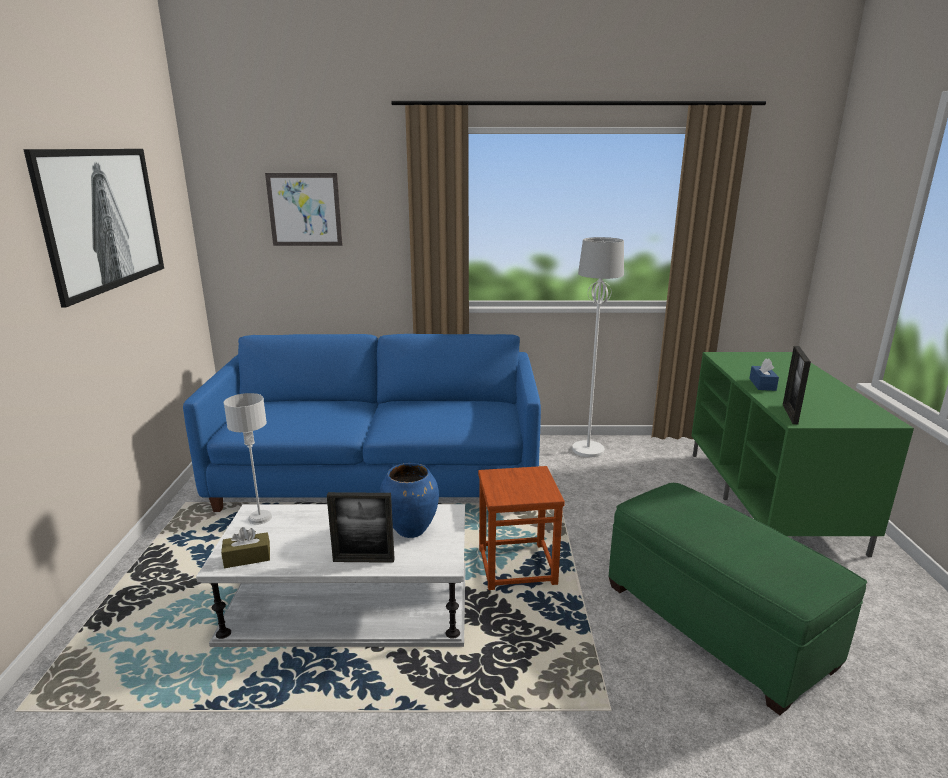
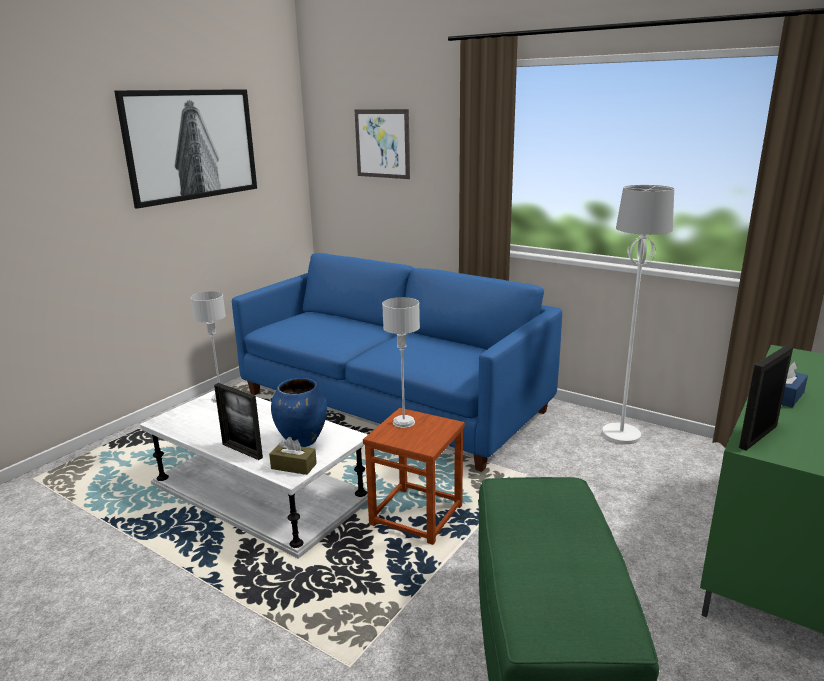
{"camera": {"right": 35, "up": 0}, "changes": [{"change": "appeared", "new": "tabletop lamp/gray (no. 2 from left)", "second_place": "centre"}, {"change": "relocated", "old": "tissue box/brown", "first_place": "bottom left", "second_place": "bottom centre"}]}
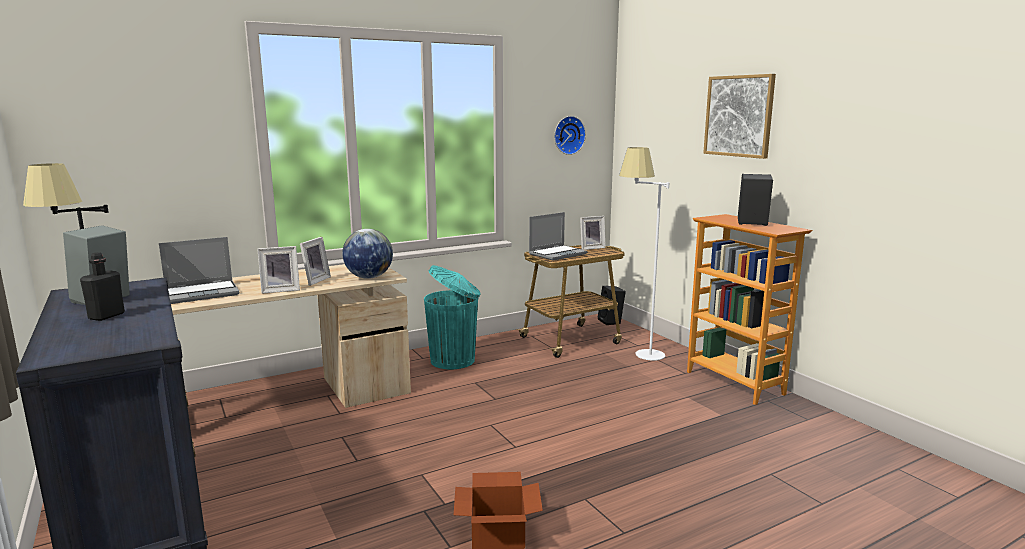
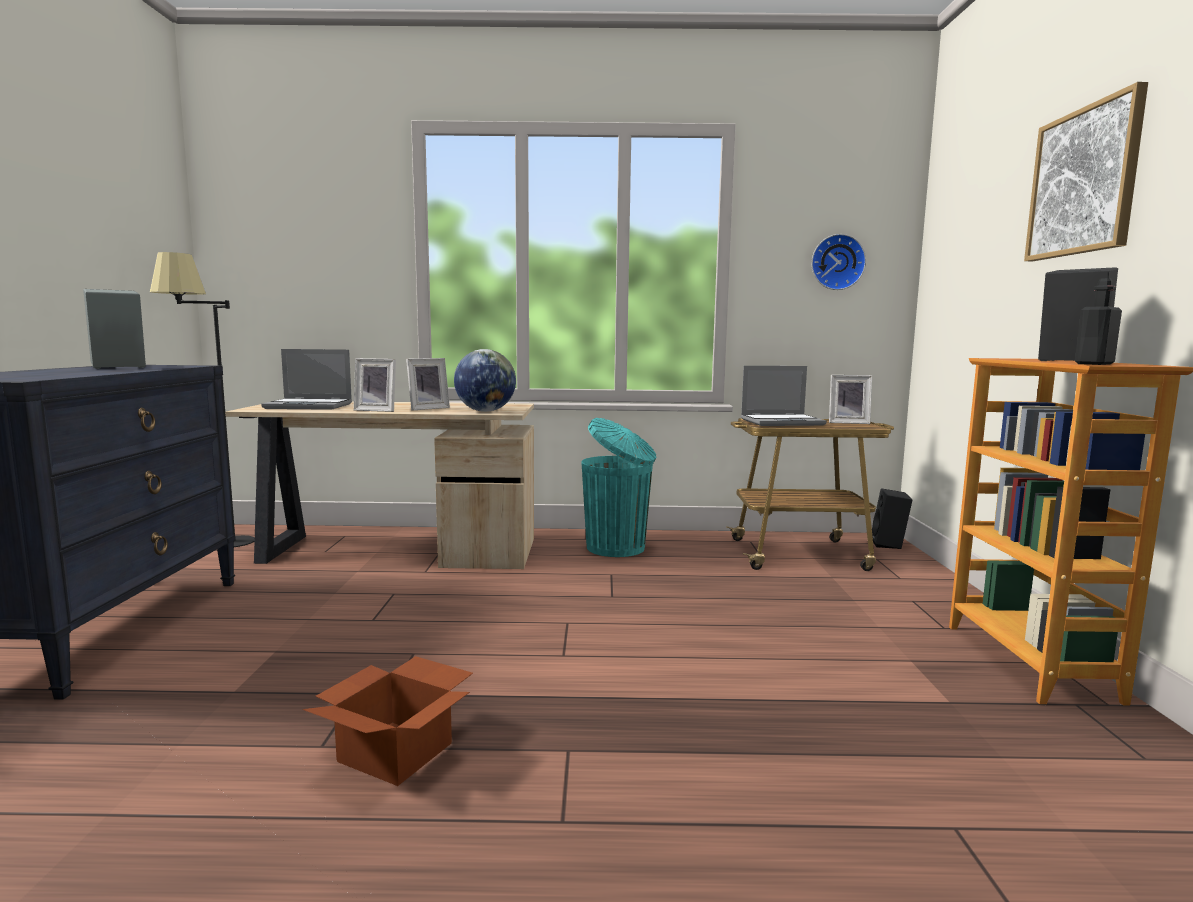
{"camera": {"right": 30, "up": -5}, "changes": [{"change": "missing", "old": "floor lamp/whitish", "first_place": "centre"}, {"change": "relocated", "old": "beverage bottle/black-coloured", "first_place": "middle left", "second_place": "middle right"}]}
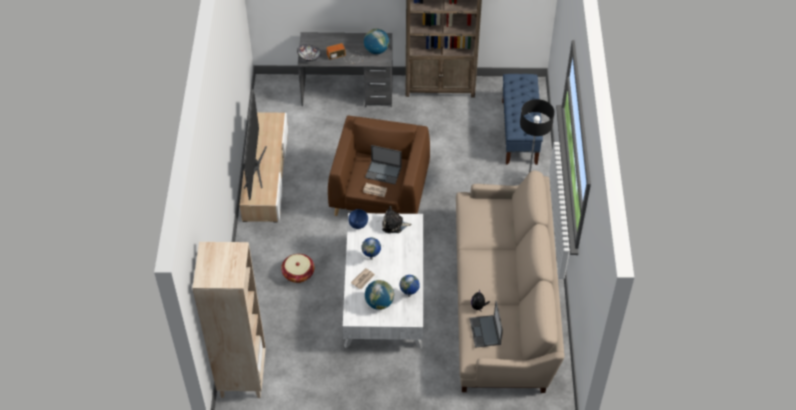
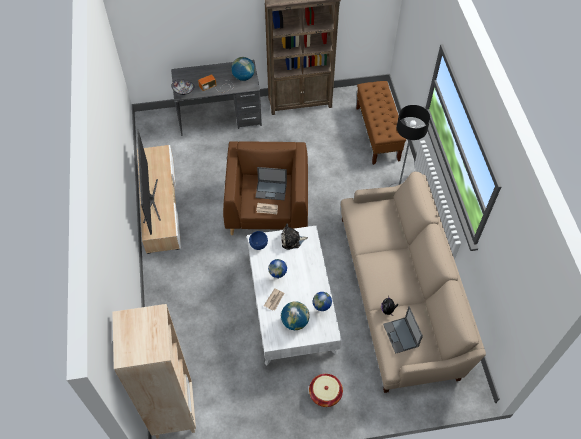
{"camera": {"right": -10, "up": 5}, "changes": [{"change": "relocated", "old": "basket", "first_place": "centre", "second_place": "bottom centre"}, {"change": "colour", "old": "long seat/bluish", "new": "long seat/brown", "first_place": "top centre", "second_place": "top centre"}]}
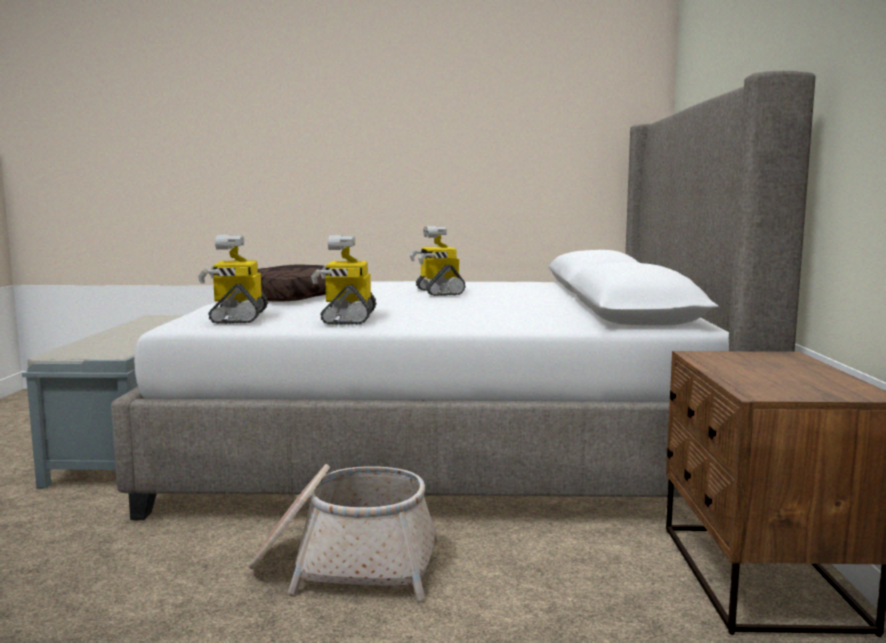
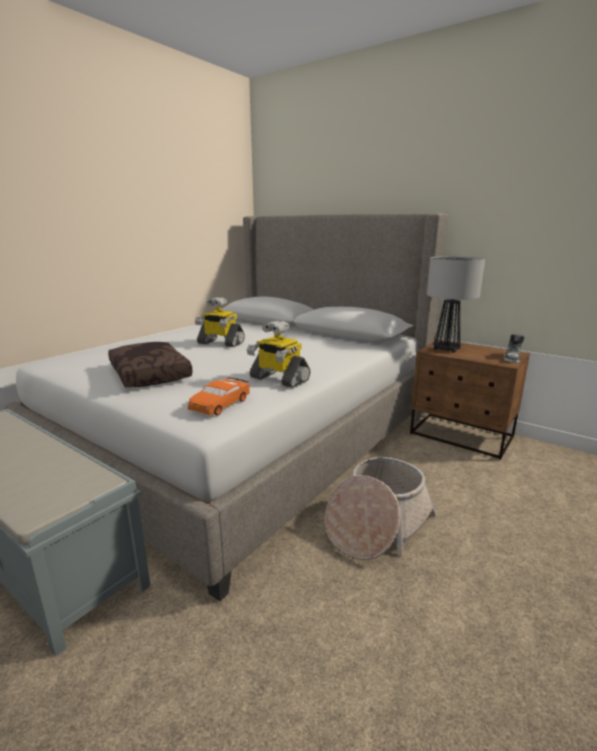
{"camera": {"right": -55, "up": 10}, "changes": [{"change": "appeared", "new": "tabletop lamp", "second_place": "middle right"}, {"change": "appeared", "new": "item of footwear", "second_place": "middle right"}, {"change": "exchanged", "old": "robot figure (no. 1 from left)", "new": "model car/orange-coloured", "first_place": "middle left", "second_place": "centre"}]}
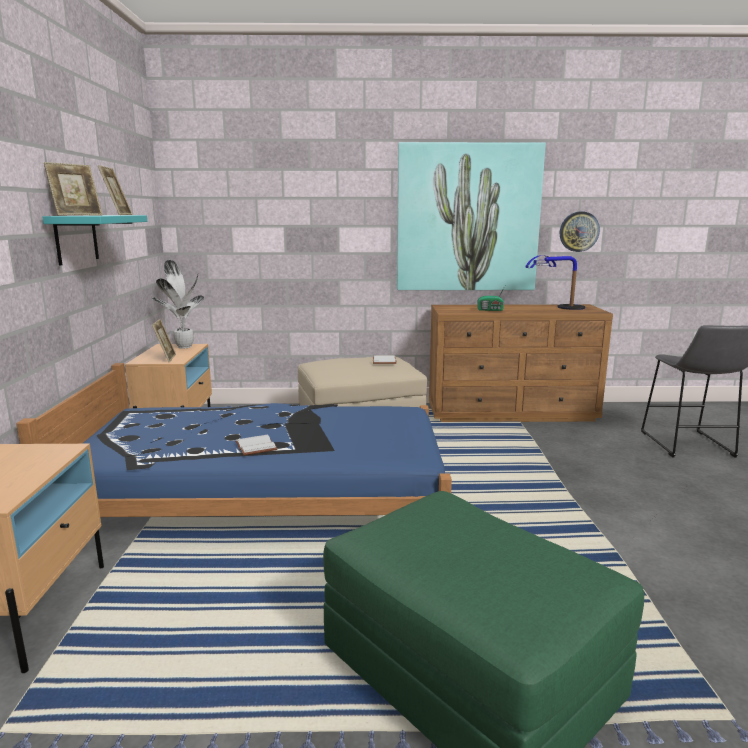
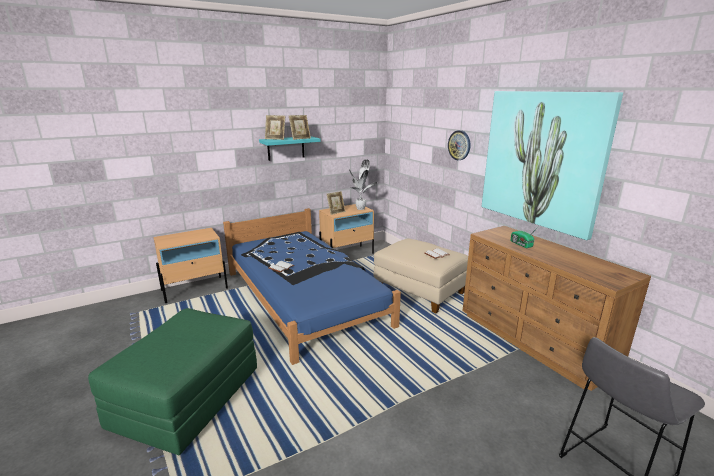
{"camera": {"right": 60, "up": 5}, "changes": [{"change": "missing", "old": "tabletop lamp", "first_place": "middle right"}, {"change": "relocated", "old": "clock on the wall", "first_place": "top right", "second_place": "top centre"}]}
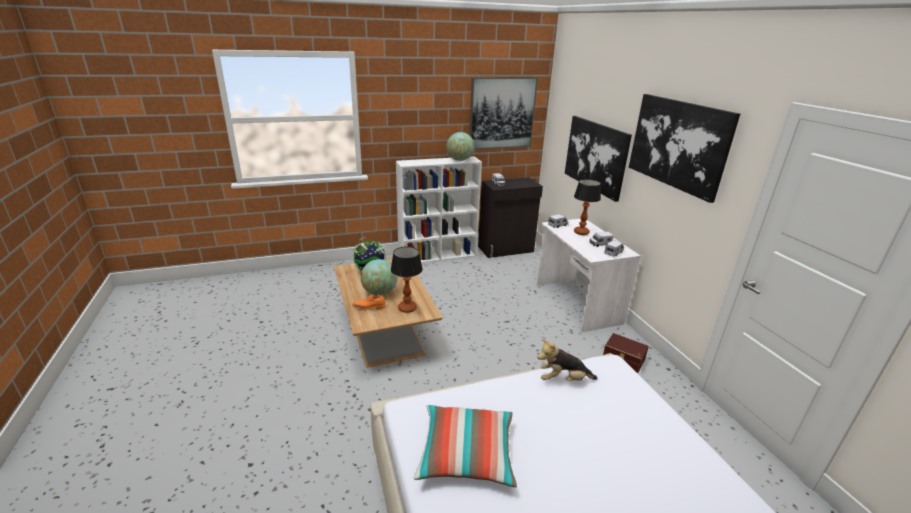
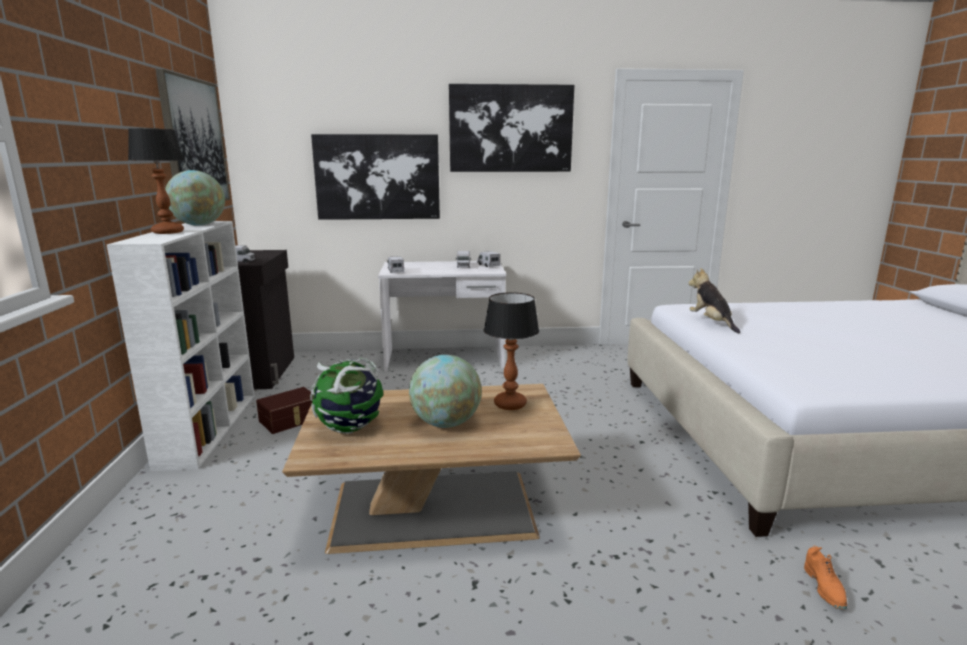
{"camera": {"right": -75, "up": -10}, "changes": [{"change": "missing", "old": "cushion", "first_place": "bottom centre"}, {"change": "relocated", "old": "item of footwear/orange-coloured", "first_place": "centre", "second_place": "bottom right"}, {"change": "relocated", "old": "tabletop lamp (no. 2 from left in the first image)", "new": "tabletop lamp (no. 1 from left)", "first_place": "centre", "second_place": "top left"}, {"change": "relocated", "old": "storage container/brown", "first_place": "bottom right", "second_place": "middle left"}, {"change": "spun", "old": "soft toy", "first_place": "bottom centre", "second_place": "middle right", "degrees": 150}]}
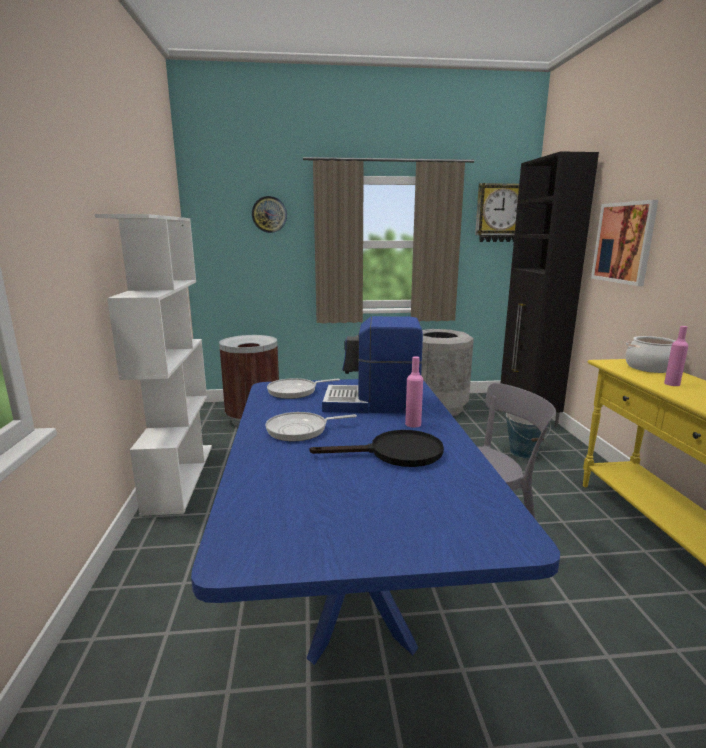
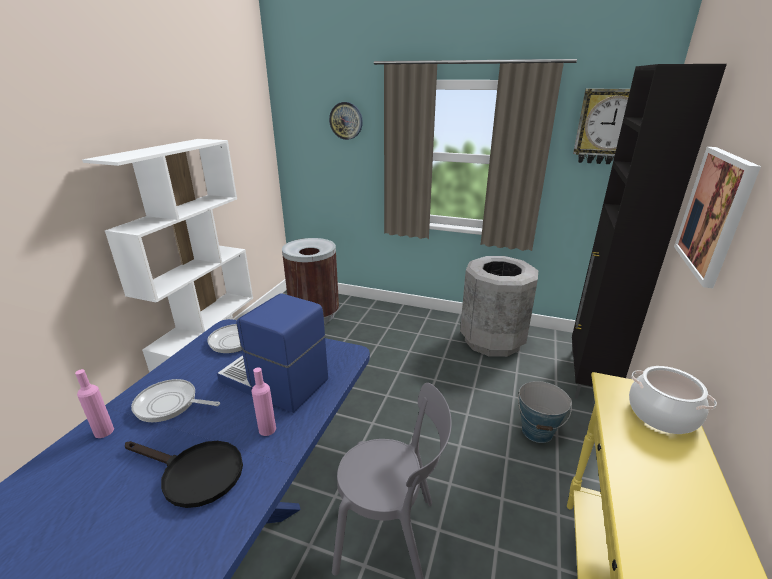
{"camera": {"right": 25, "up": 10}, "changes": [{"change": "relocated", "old": "beverage bottle/pinkish (no. 2 from left in the first image)", "new": "beverage bottle/pinkish (no. 1 from left)", "first_place": "middle right", "second_place": "bottom left"}]}
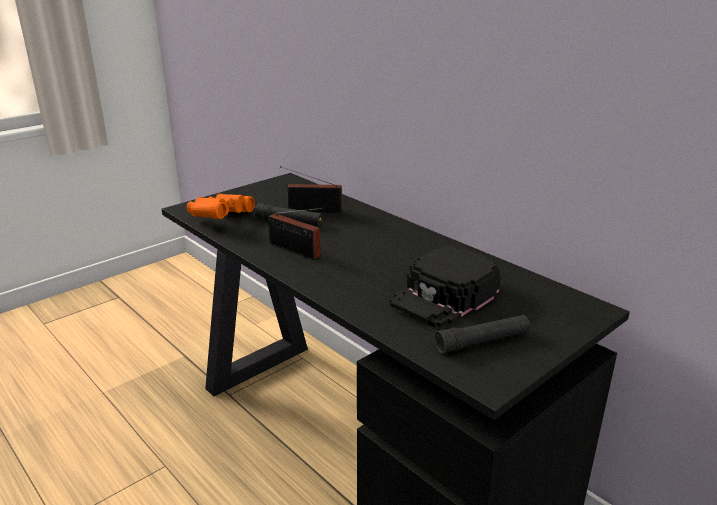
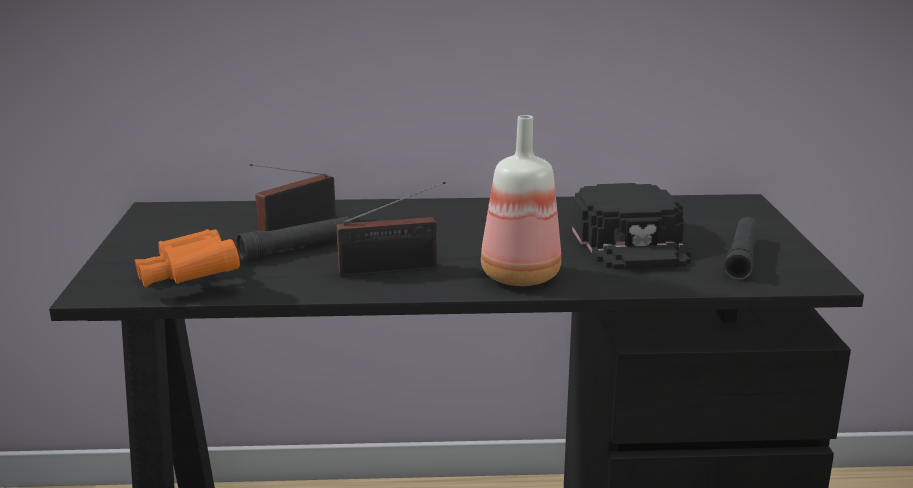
{"camera": {"right": -50, "up": -5}, "changes": [{"change": "appeared", "new": "beverage bottle", "second_place": "centre"}]}
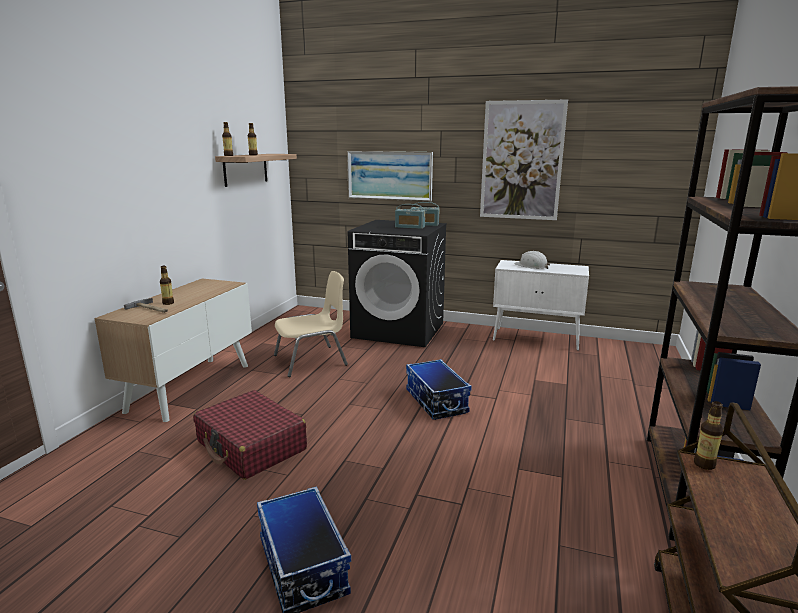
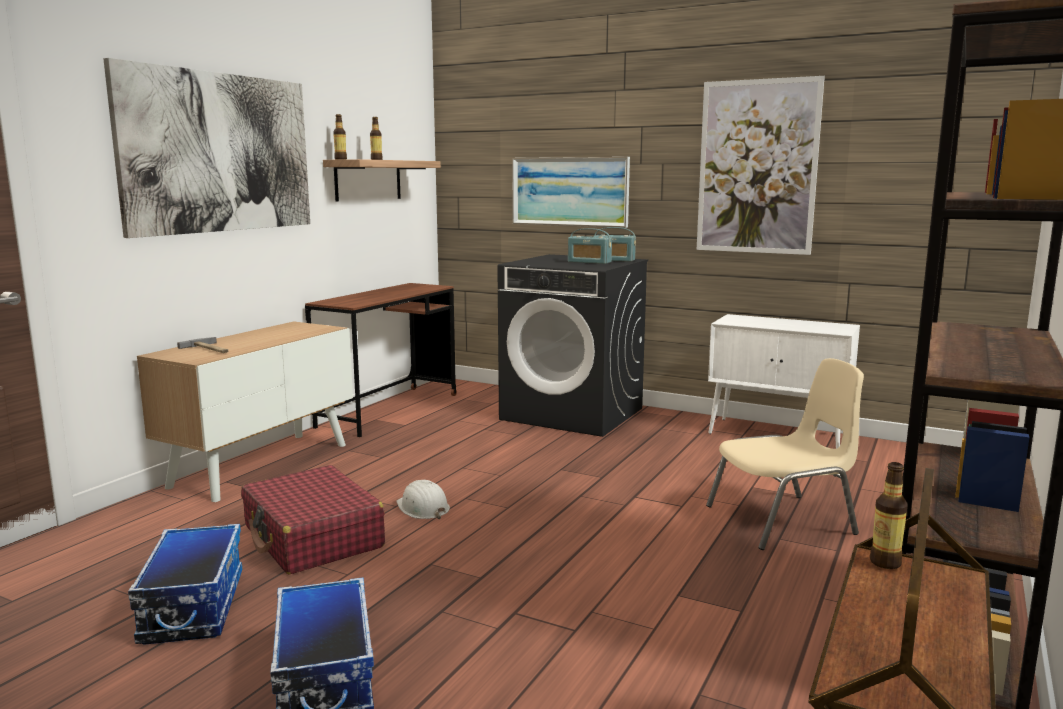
{"camera": {"right": 10, "up": -5}, "changes": [{"change": "missing", "old": "beverage bottle (no. 1 from left)", "first_place": "middle left"}, {"change": "appeared", "new": "wall picture (no. 1 from left)", "second_place": "top left"}, {"change": "appeared", "new": "desk table/brown", "second_place": "centre"}, {"change": "relocated", "old": "plain chair/sand-coloured", "first_place": "centre", "second_place": "middle right"}, {"change": "relocated", "old": "storage container (no. 2 from left in the first image)", "new": "storage container (no. 1 from left)", "first_place": "centre", "second_place": "bottom left"}, {"change": "relocated", "old": "safety helmet/whitish", "first_place": "middle right", "second_place": "bottom centre"}]}
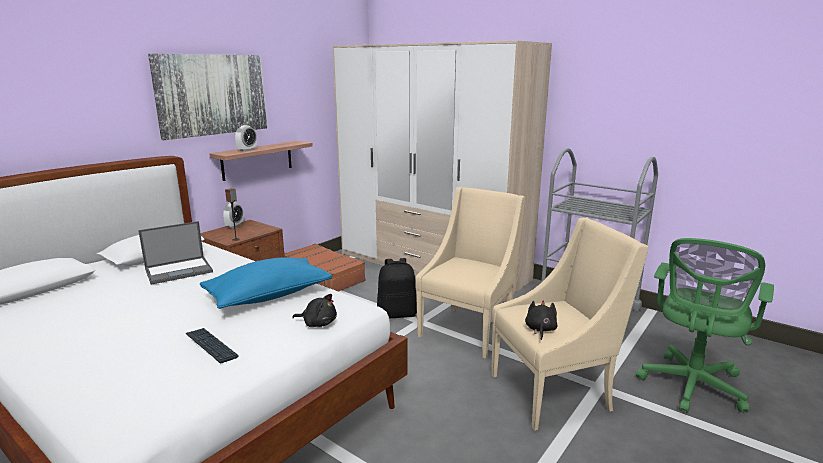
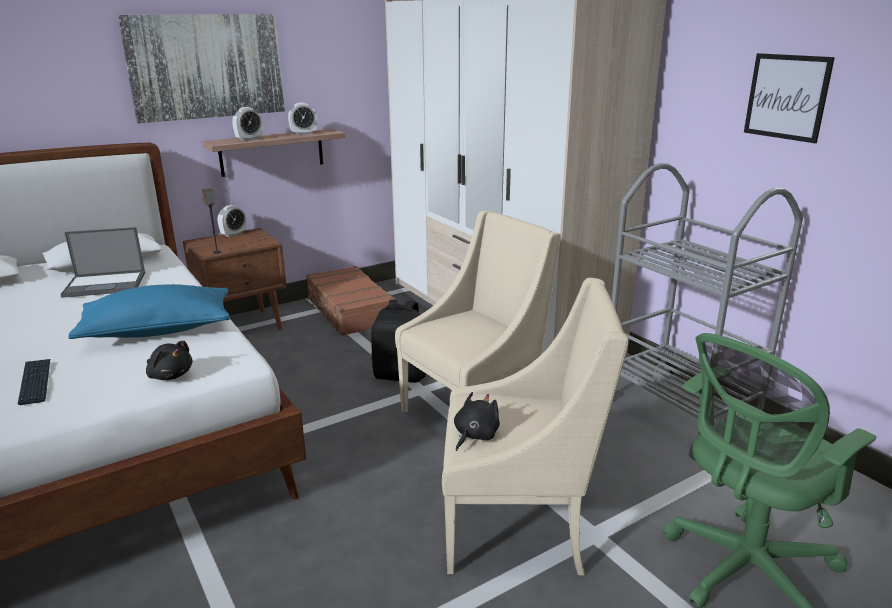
{"camera": {"right": 20, "up": 5}, "changes": [{"change": "appeared", "new": "table clock (no. 3 from left)", "second_place": "top centre"}, {"change": "appeared", "new": "wall picture (no. 2 from left)", "second_place": "top right"}]}
